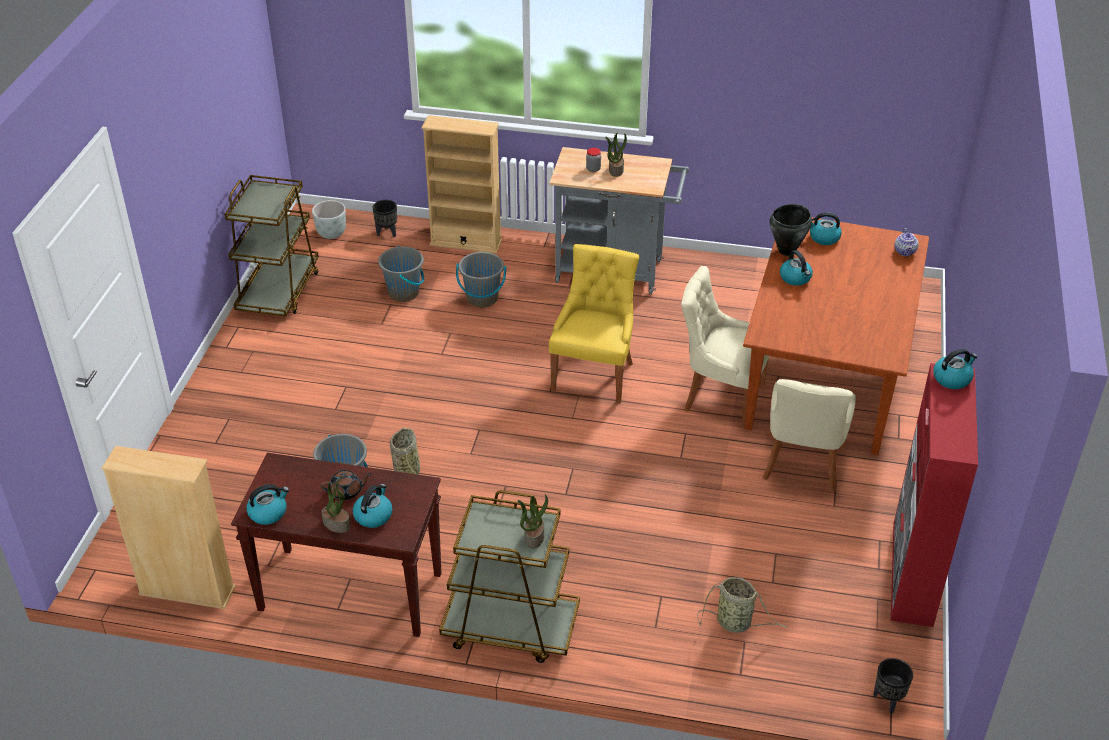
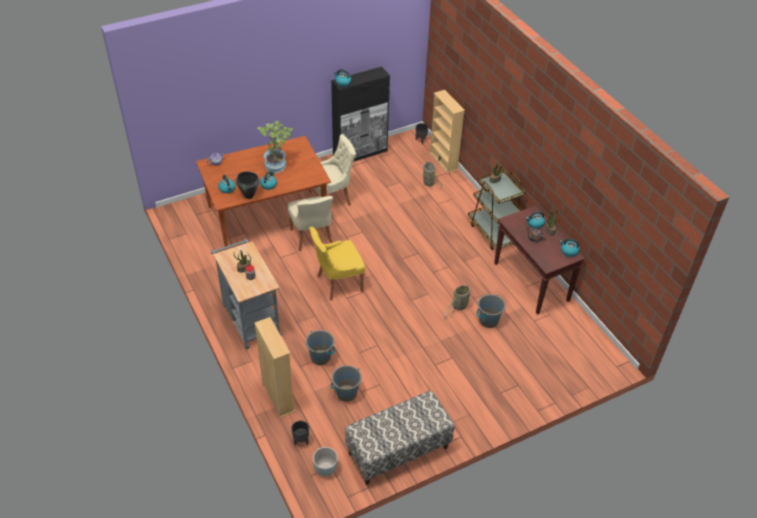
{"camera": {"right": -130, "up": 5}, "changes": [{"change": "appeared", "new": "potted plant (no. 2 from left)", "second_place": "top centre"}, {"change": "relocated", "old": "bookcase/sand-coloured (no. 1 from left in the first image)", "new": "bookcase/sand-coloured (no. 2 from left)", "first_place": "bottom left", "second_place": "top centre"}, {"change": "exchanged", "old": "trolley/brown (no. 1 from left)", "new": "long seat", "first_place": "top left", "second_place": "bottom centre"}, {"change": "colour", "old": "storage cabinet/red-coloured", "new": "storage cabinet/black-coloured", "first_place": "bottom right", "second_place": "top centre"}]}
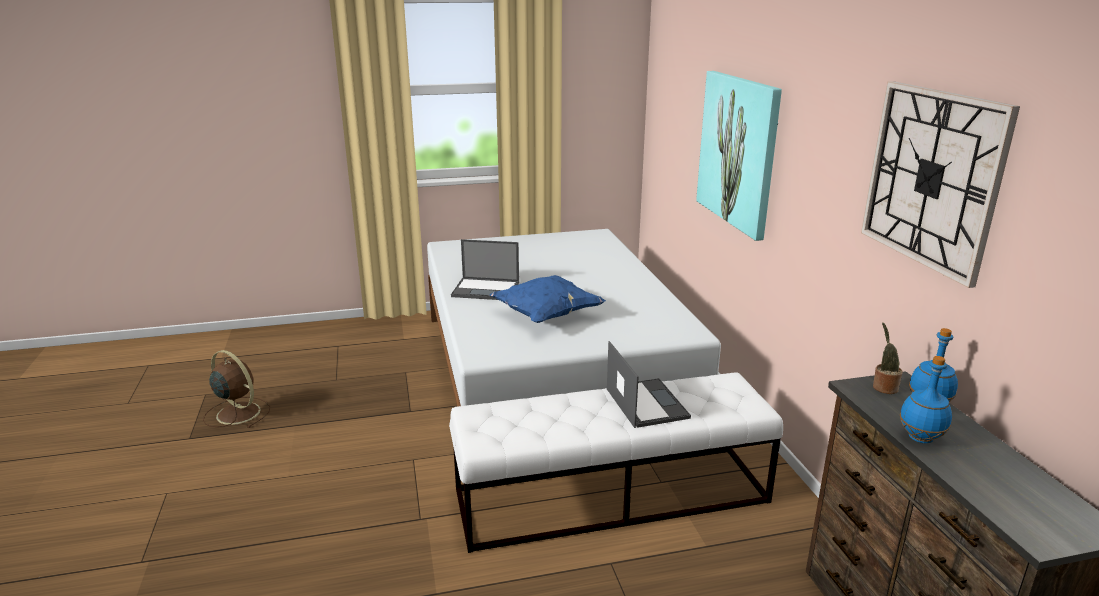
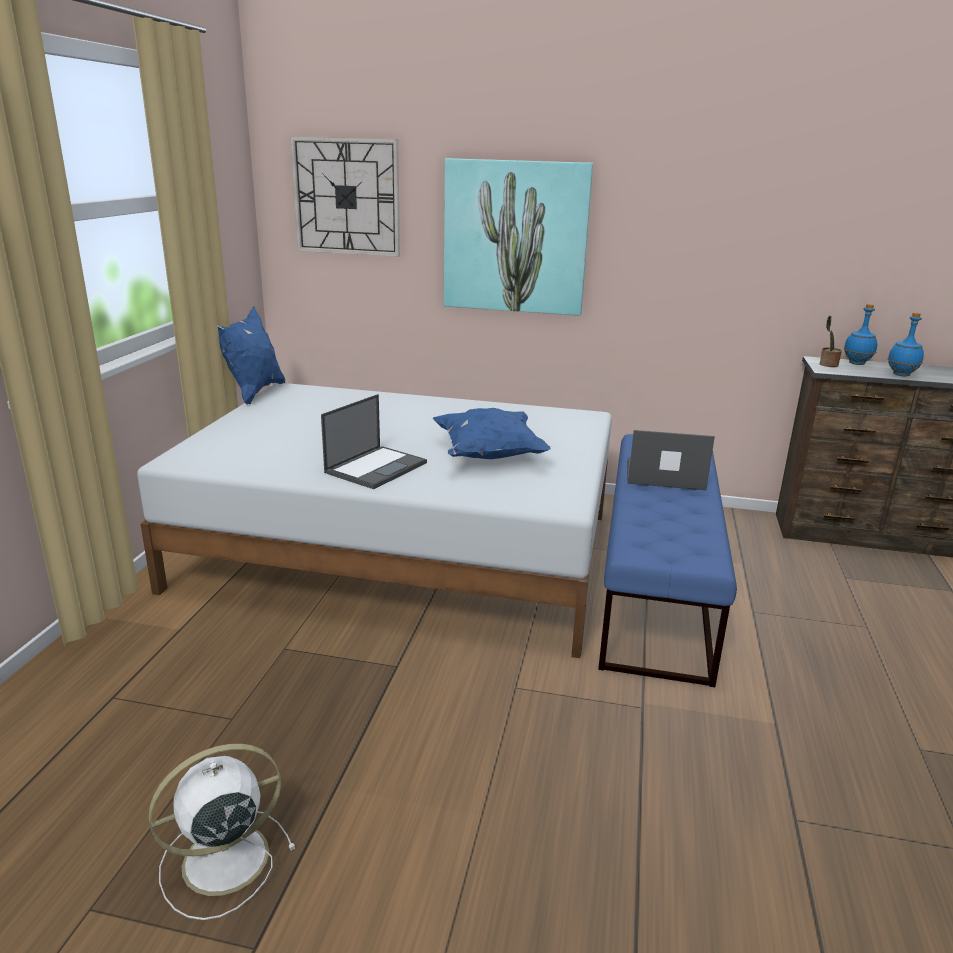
{"camera": {"right": -65, "up": 0}, "changes": [{"change": "appeared", "new": "cushion/bluish (no. 1 from left)", "second_place": "middle left"}, {"change": "relocated", "old": "clock on the wall", "first_place": "top right", "second_place": "top centre"}, {"change": "colour", "old": "electric fan/brown", "new": "electric fan/whitish", "first_place": "middle left", "second_place": "bottom left"}, {"change": "colour", "old": "long seat/whitish", "new": "long seat/bluish", "first_place": "bottom centre", "second_place": "middle right"}]}
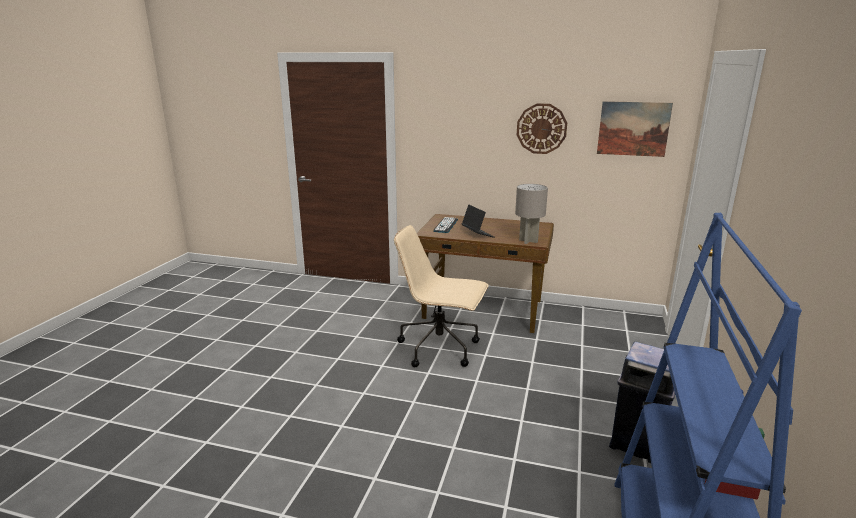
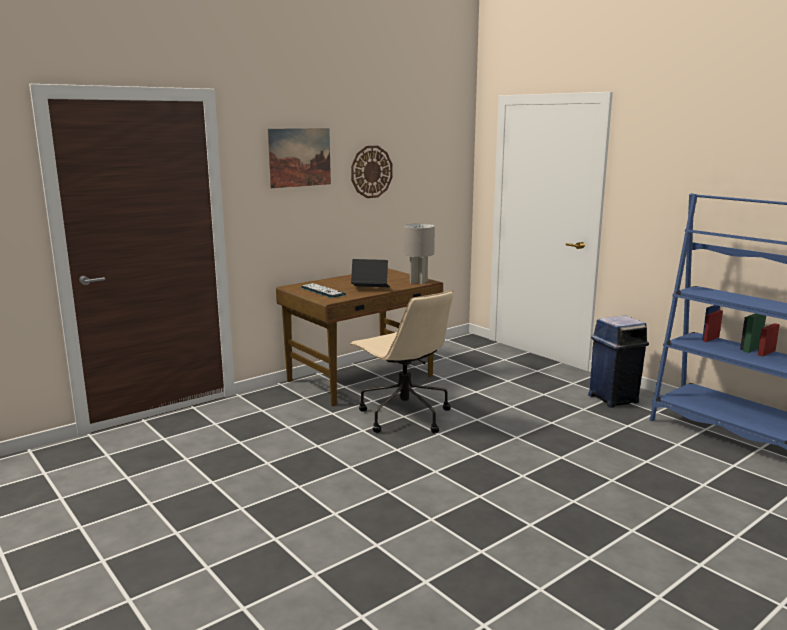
{"camera": {"right": -55, "up": -5}, "changes": [{"change": "relocated", "old": "wall picture", "first_place": "top right", "second_place": "top centre"}, {"change": "spun", "old": "desk chair/sand-coloured", "first_place": "centre", "second_place": "centre", "degrees": -90}]}
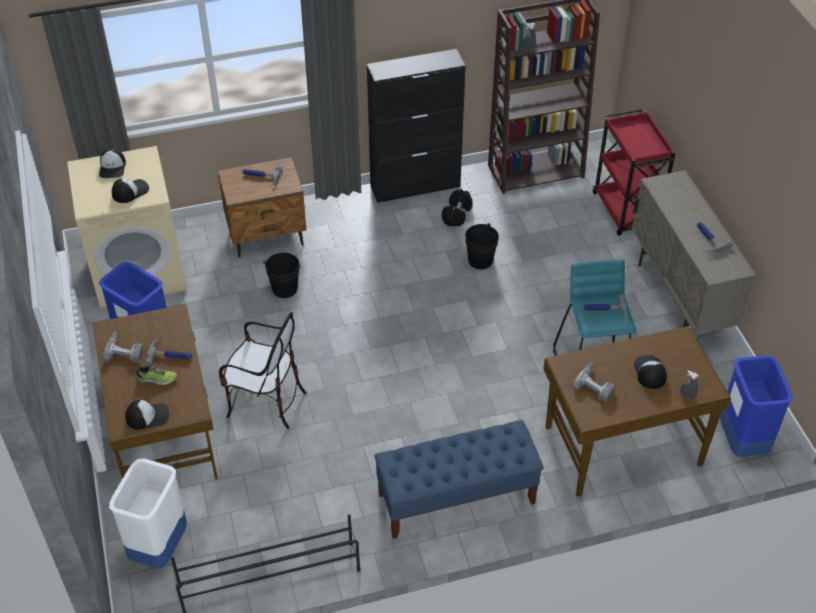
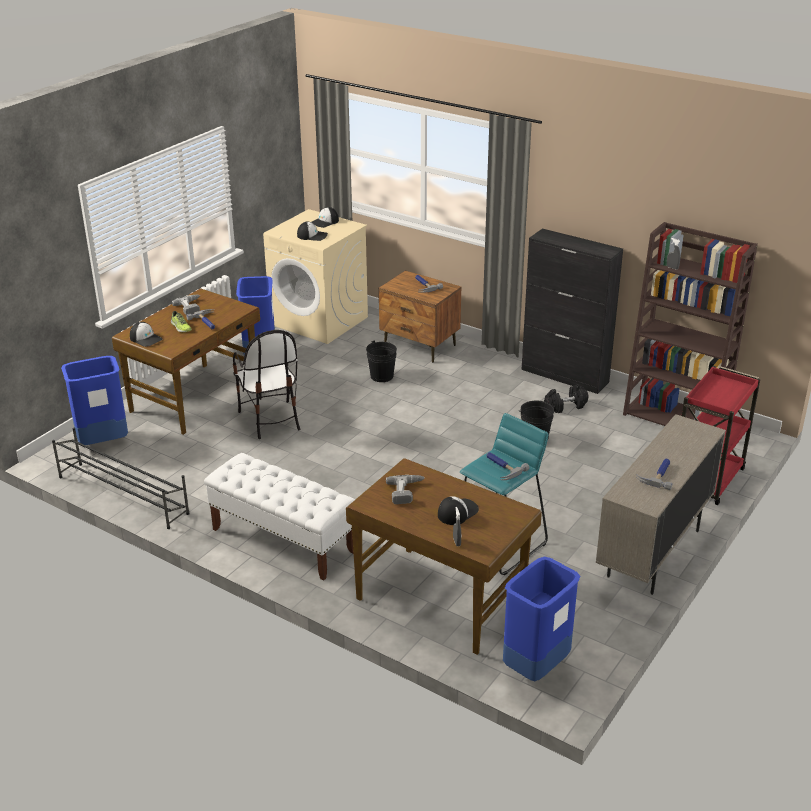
{"camera": {"right": 50, "up": -15}, "changes": [{"change": "colour", "old": "rubbish bin/whitish", "new": "rubbish bin/bluish (no. 1 from left)", "first_place": "bottom left", "second_place": "middle left"}, {"change": "colour", "old": "long seat/bluish", "new": "long seat/whitish", "first_place": "bottom centre", "second_place": "centre"}]}
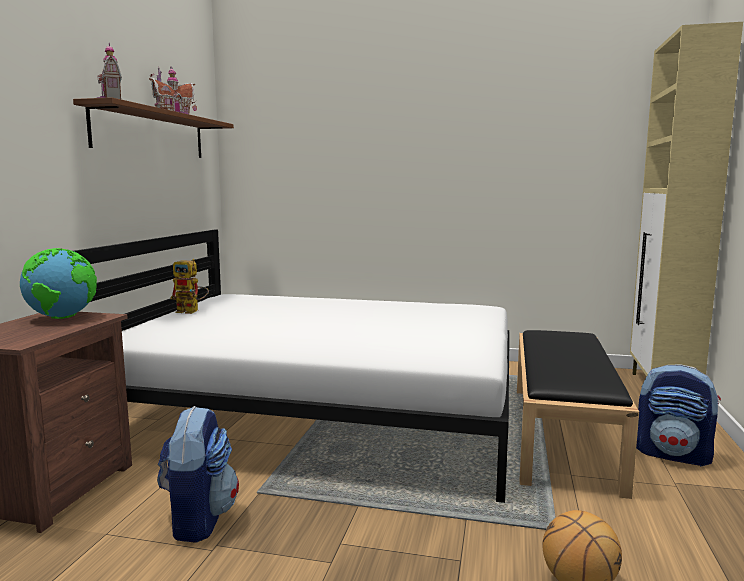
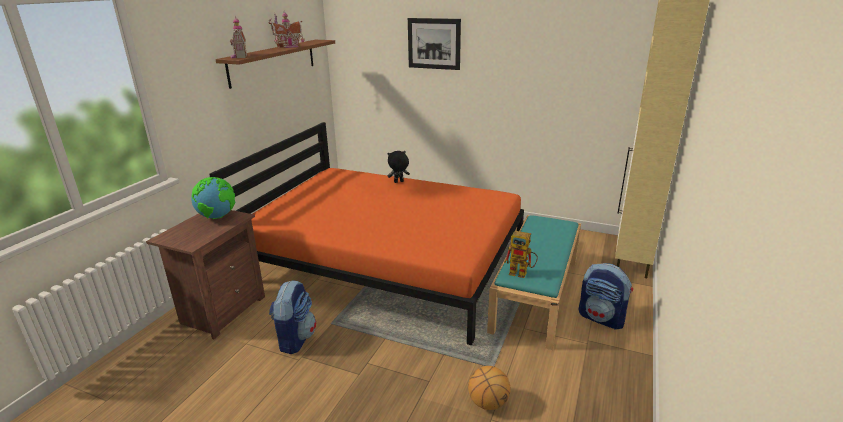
{"camera": {"right": 10, "up": 15}, "changes": [{"change": "appeared", "new": "soft toy/black-coloured", "second_place": "centre"}, {"change": "appeared", "new": "wall picture", "second_place": "top centre"}, {"change": "relocated", "old": "robot figure", "first_place": "middle left", "second_place": "centre"}, {"change": "colour", "old": "bed/whitish", "new": "bed/orange-coloured", "first_place": "centre", "second_place": "centre"}, {"change": "colour", "old": "long seat/black-coloured", "new": "long seat/turquoise-coloured", "first_place": "bottom right", "second_place": "bottom centre"}]}
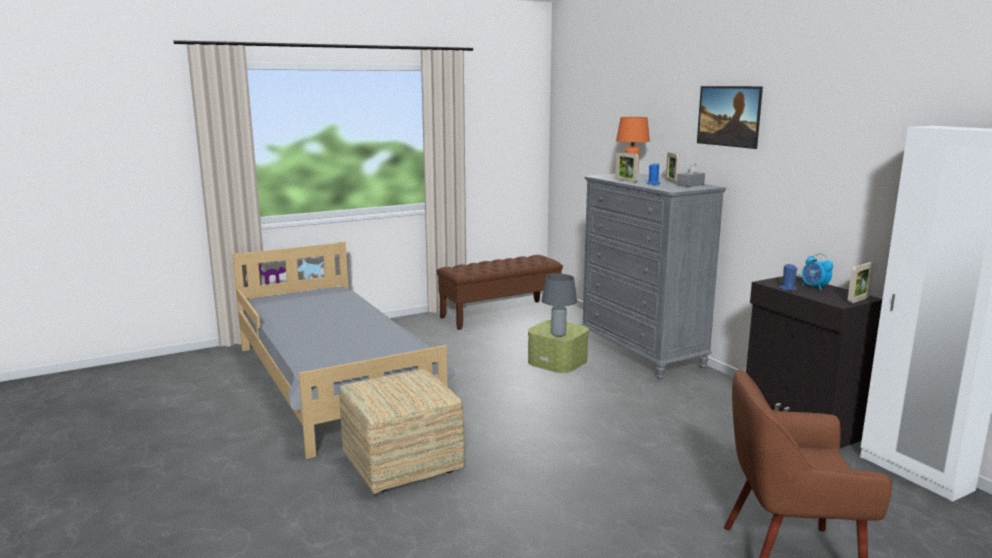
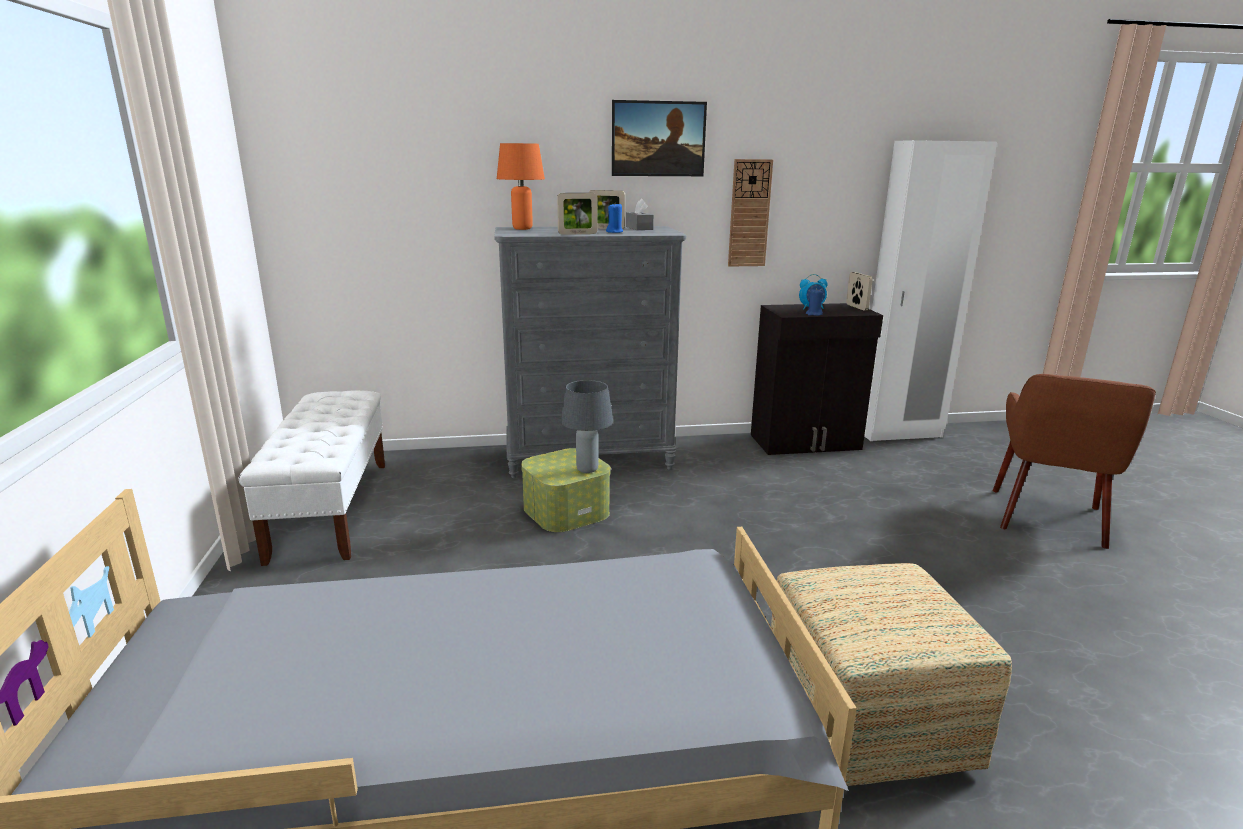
{"camera": {"right": -70, "up": 5}, "changes": [{"change": "appeared", "new": "clock on the wall", "second_place": "top centre"}, {"change": "colour", "old": "long seat/brown", "new": "long seat/whitish", "first_place": "centre", "second_place": "middle left"}]}
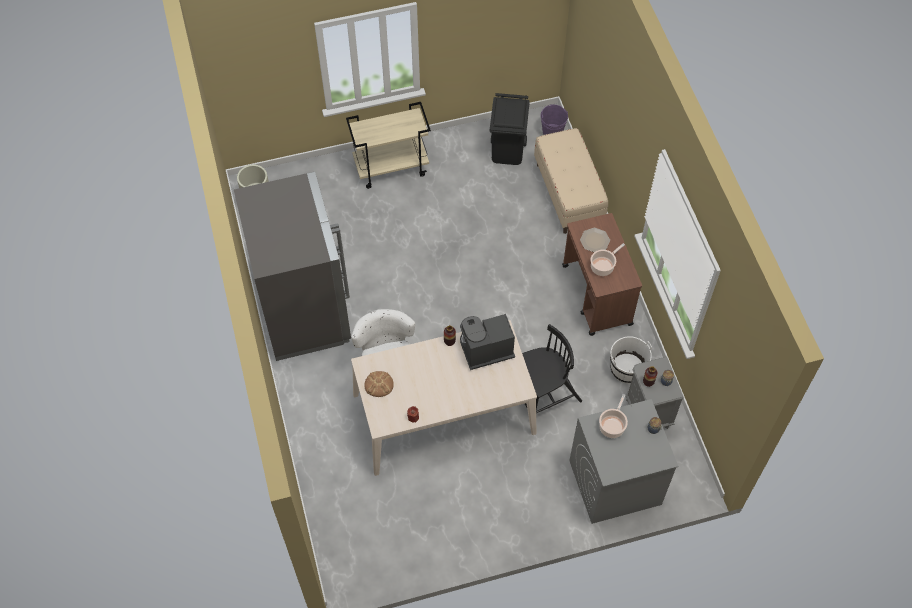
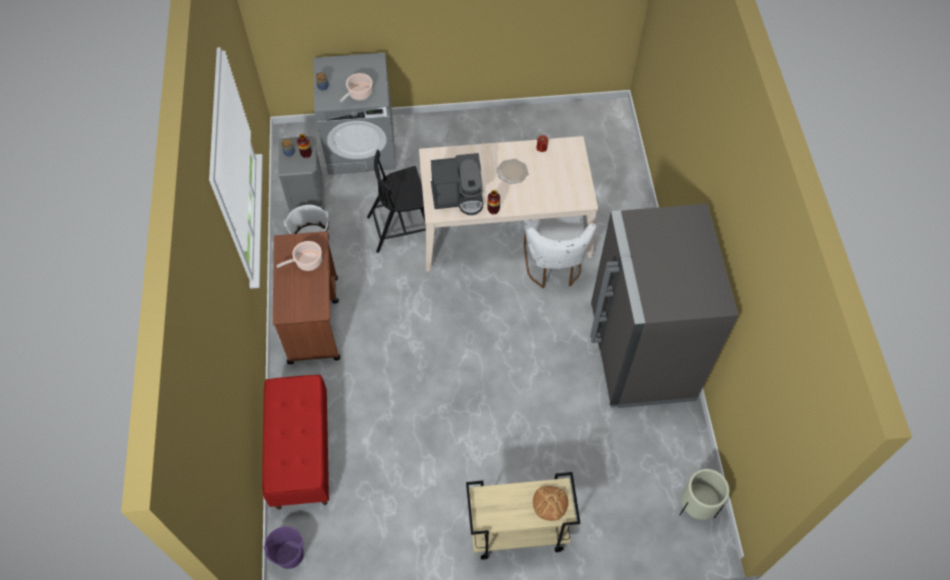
{"camera": {"right": -170, "up": 0}, "changes": [{"change": "missing", "old": "rubbish bin/black-coloured", "first_place": "top centre"}, {"change": "relocated", "old": "bread", "first_place": "centre", "second_place": "bottom centre"}, {"change": "relocated", "old": "dinner plate", "first_place": "centre", "second_place": "top centre"}, {"change": "colour", "old": "long seat/sand-coloured", "new": "long seat/red-coloured", "first_place": "top centre", "second_place": "bottom left"}]}
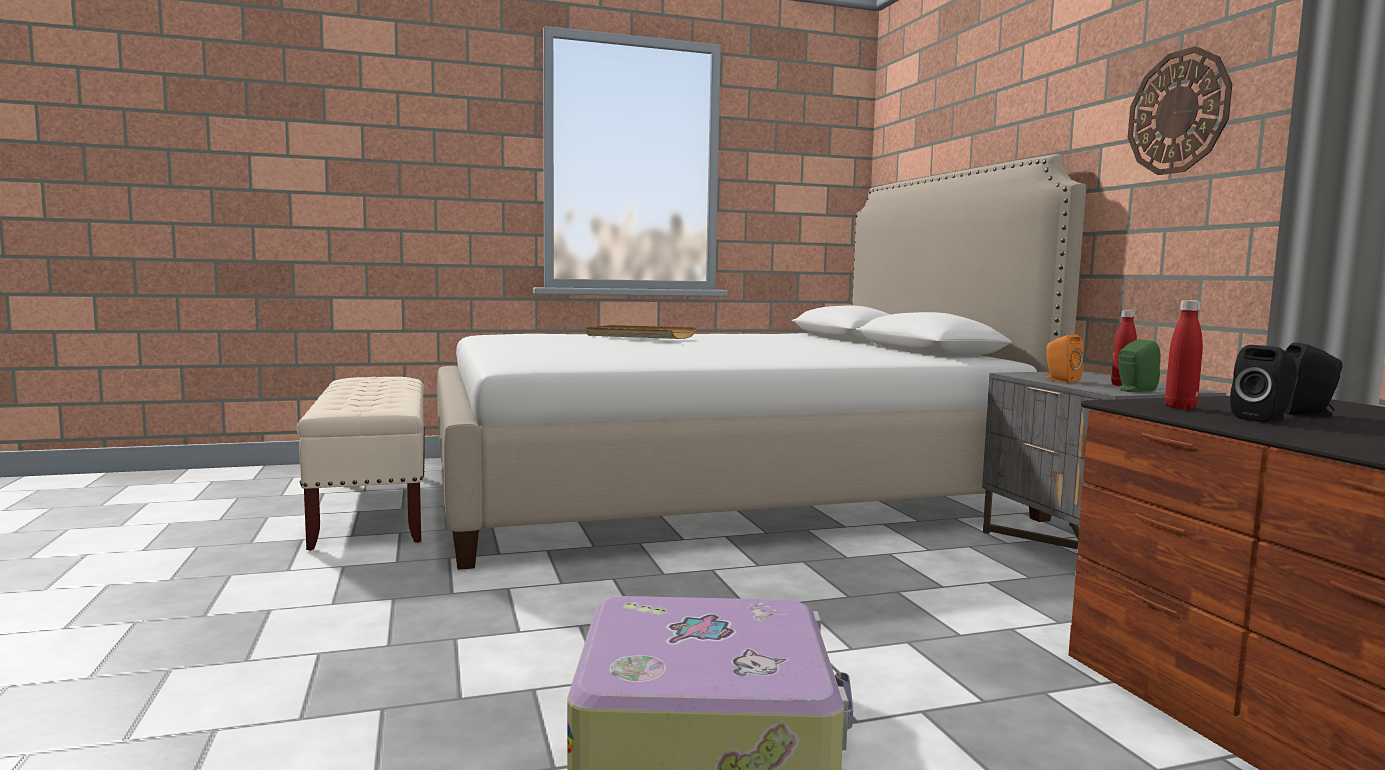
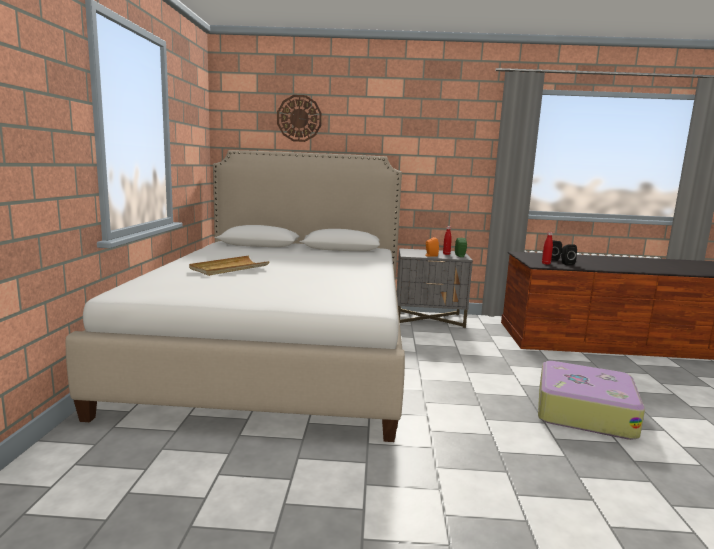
{"camera": {"right": -70, "up": 5}, "changes": [{"change": "missing", "old": "long seat/sand-coloured", "first_place": "middle left"}, {"change": "relocated", "old": "clock on the wall", "first_place": "top right", "second_place": "top centre"}]}
